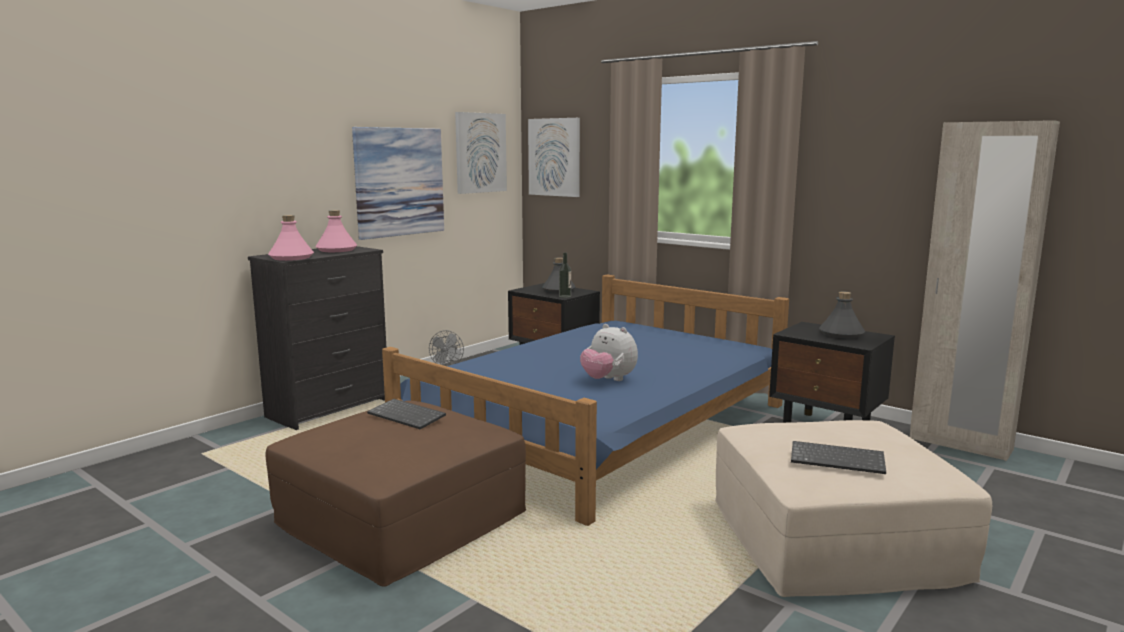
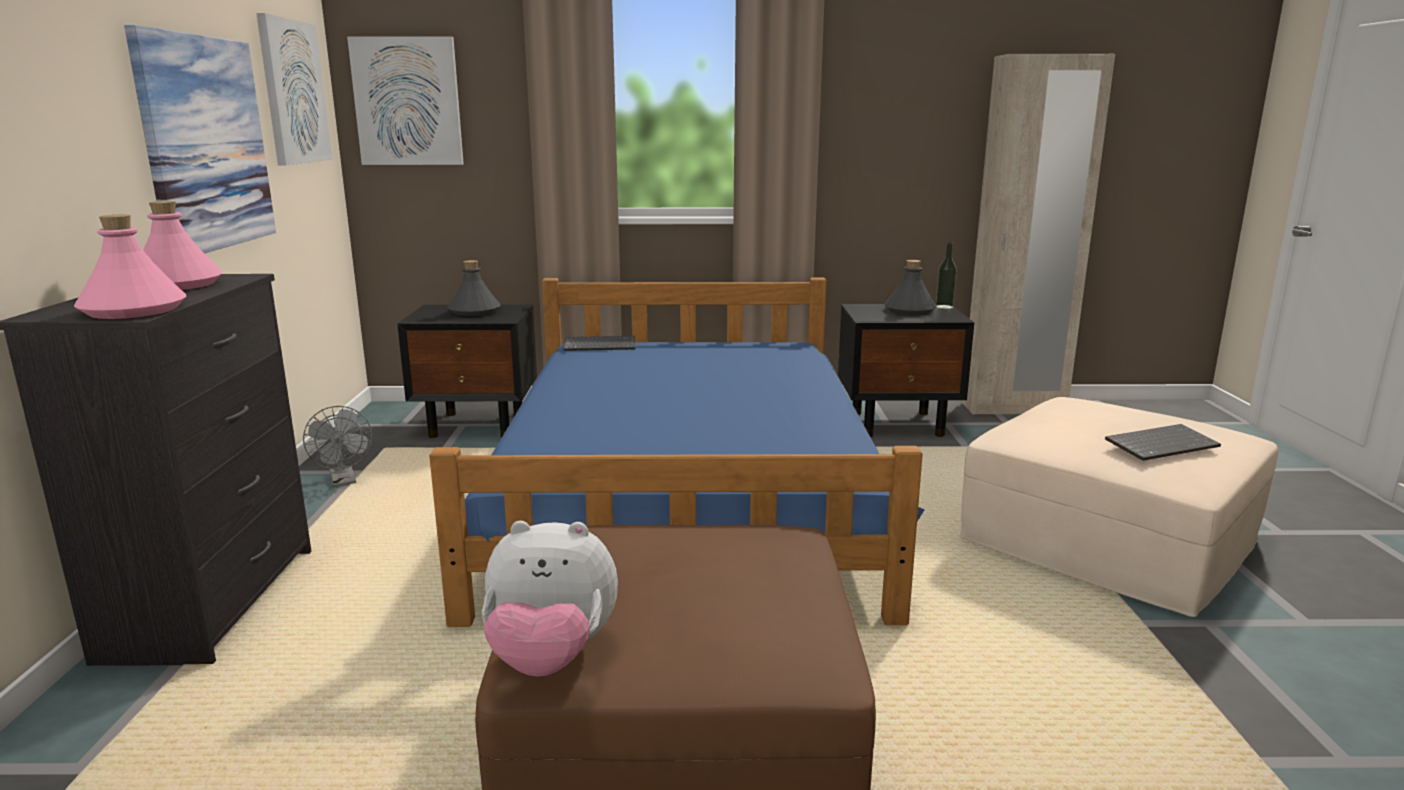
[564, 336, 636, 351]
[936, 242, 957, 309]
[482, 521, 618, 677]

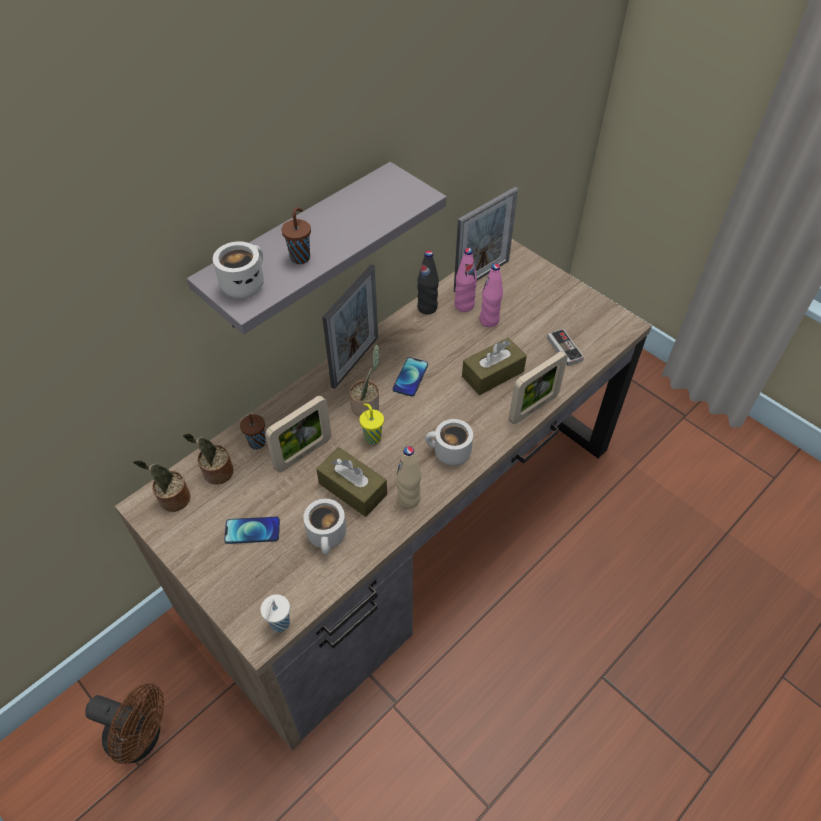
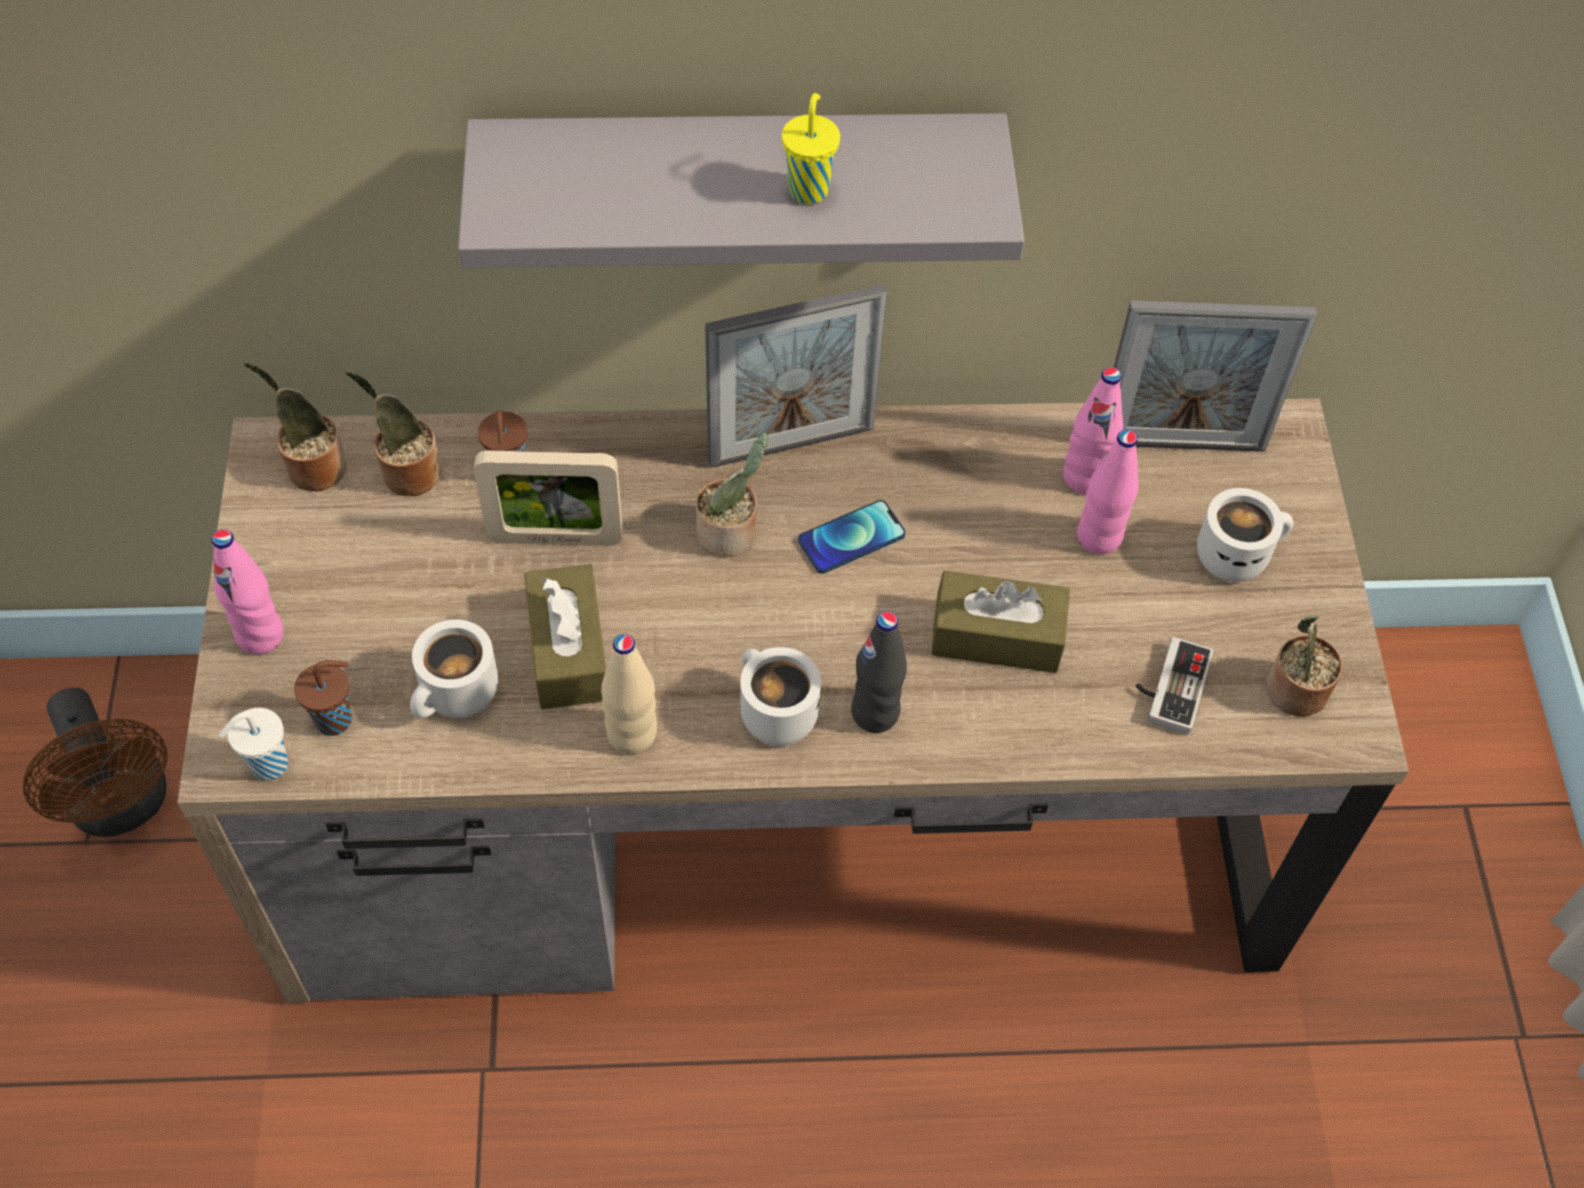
[224, 517, 280, 544] (first image)
[509, 351, 568, 424] (first image)
[212, 529, 284, 655]
[1267, 615, 1343, 717]
[1197, 488, 1293, 582]
[294, 660, 352, 736]
[782, 93, 840, 204]
[851, 611, 907, 733]

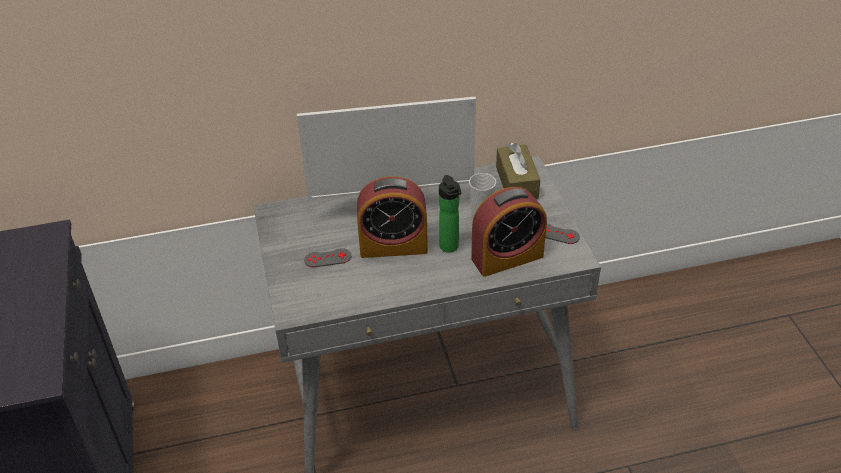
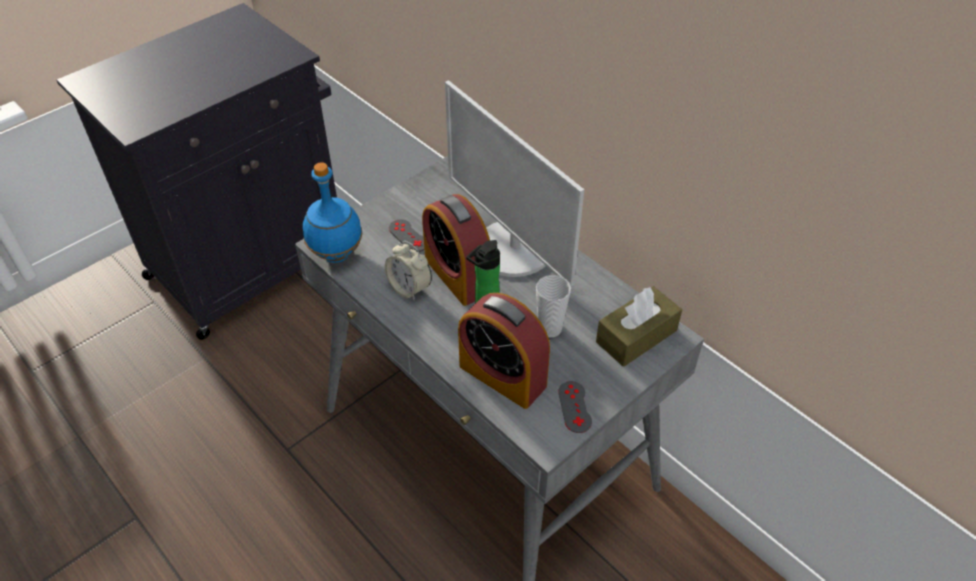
[303, 162, 362, 263]
[385, 241, 432, 301]

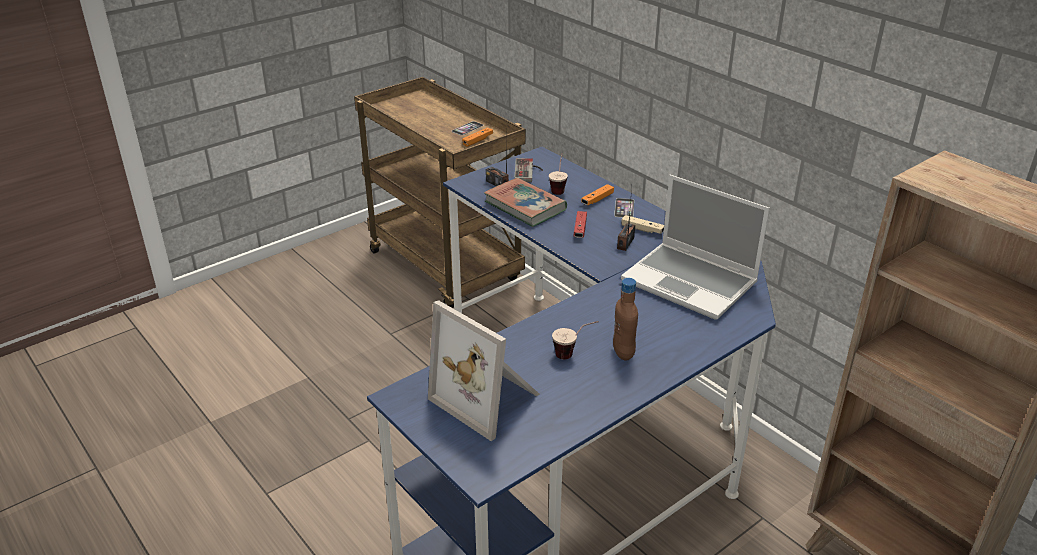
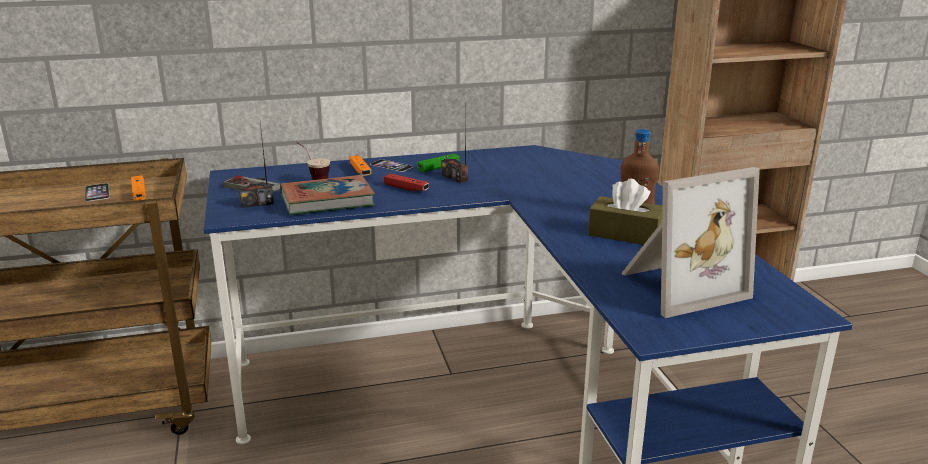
[621, 175, 770, 320] (first image)
[588, 179, 663, 245]
[417, 154, 460, 173]

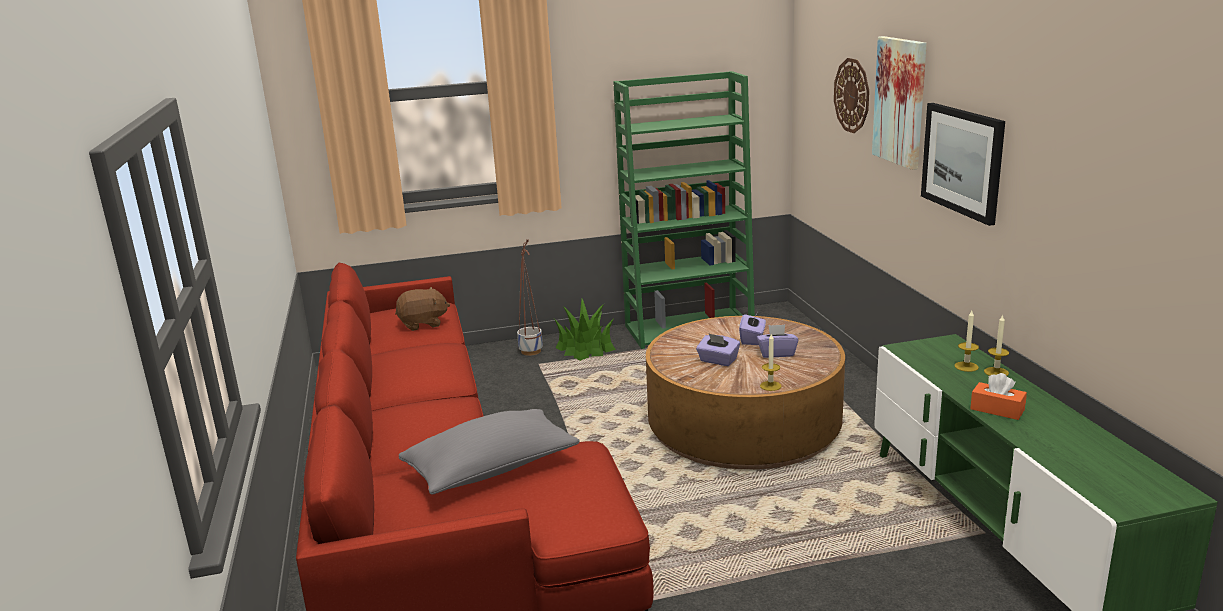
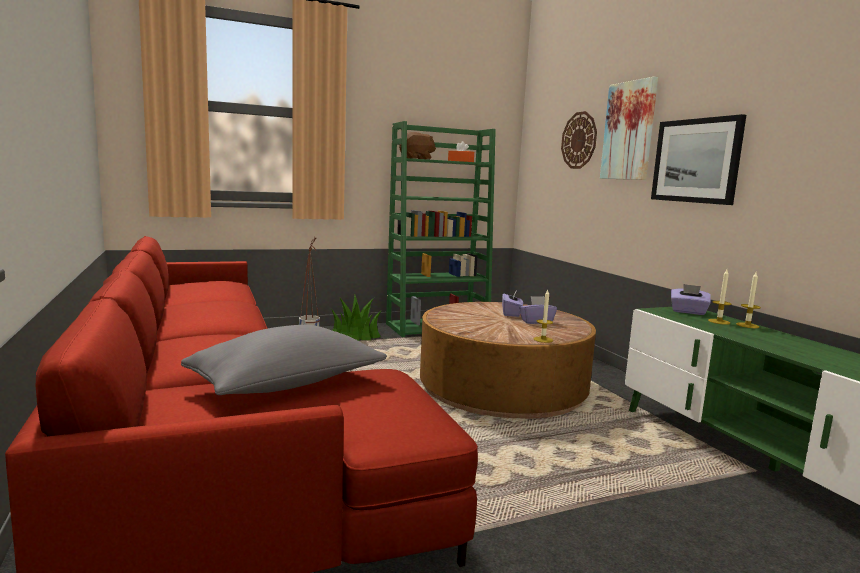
[399, 132, 436, 160]
[671, 284, 711, 315]
[448, 141, 474, 162]

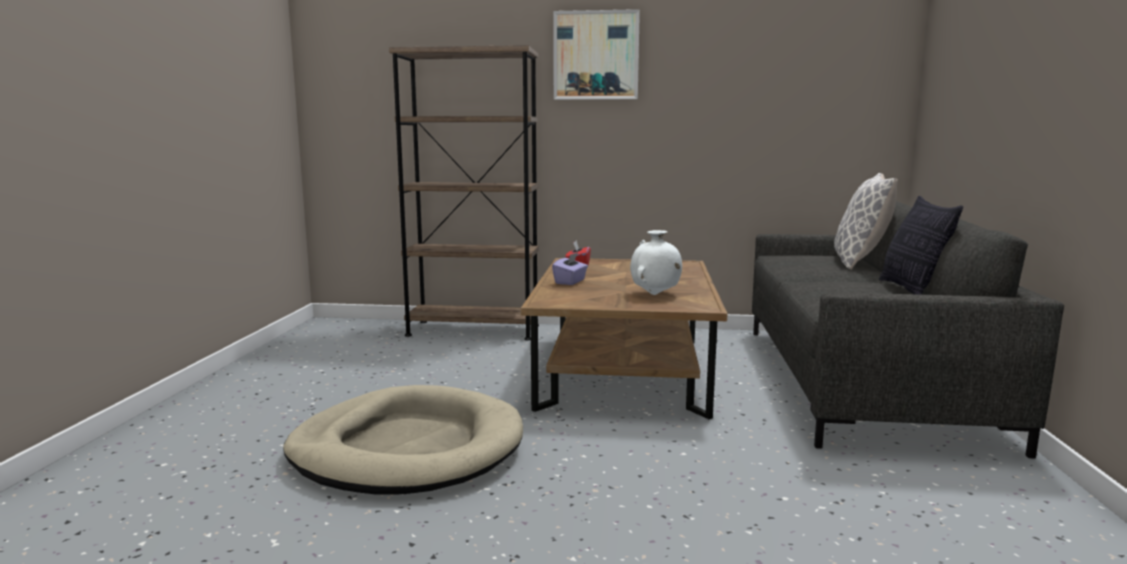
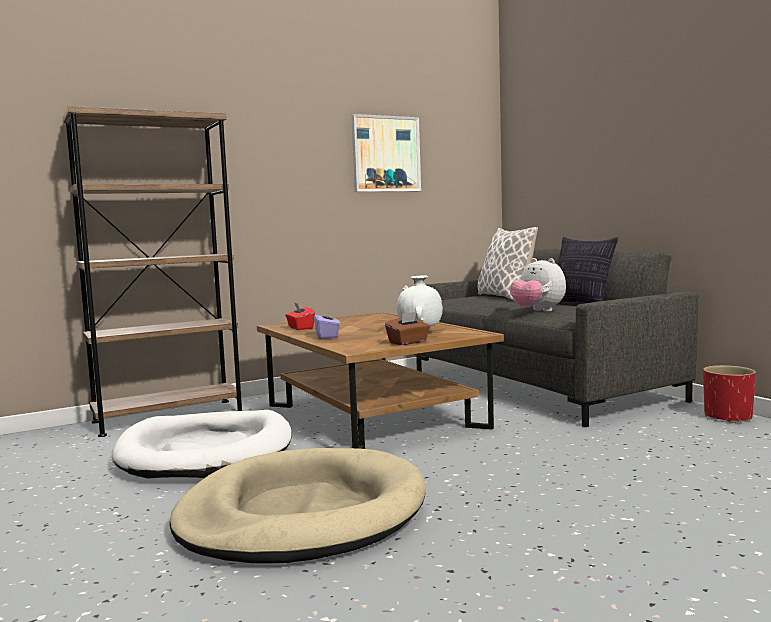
[112, 410, 292, 479]
[385, 312, 430, 345]
[510, 258, 566, 312]
[703, 365, 756, 423]
[351, 114, 421, 192]

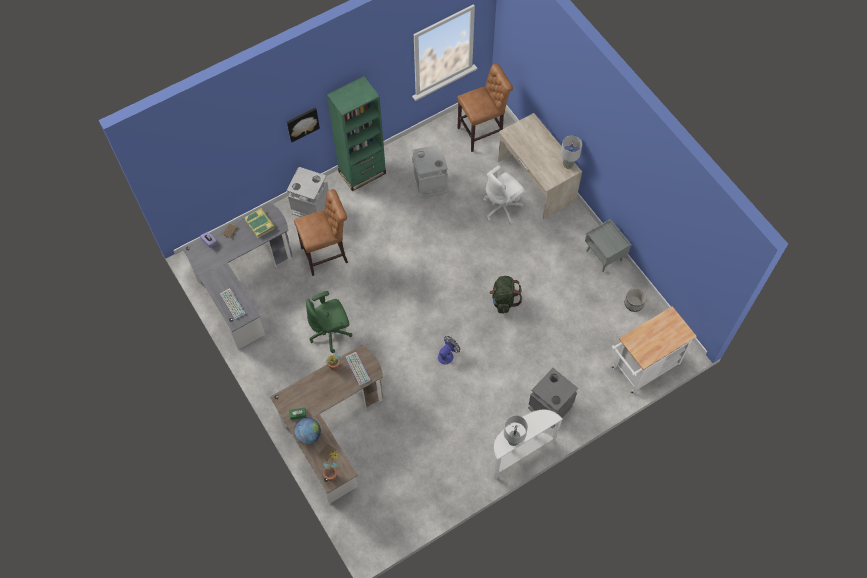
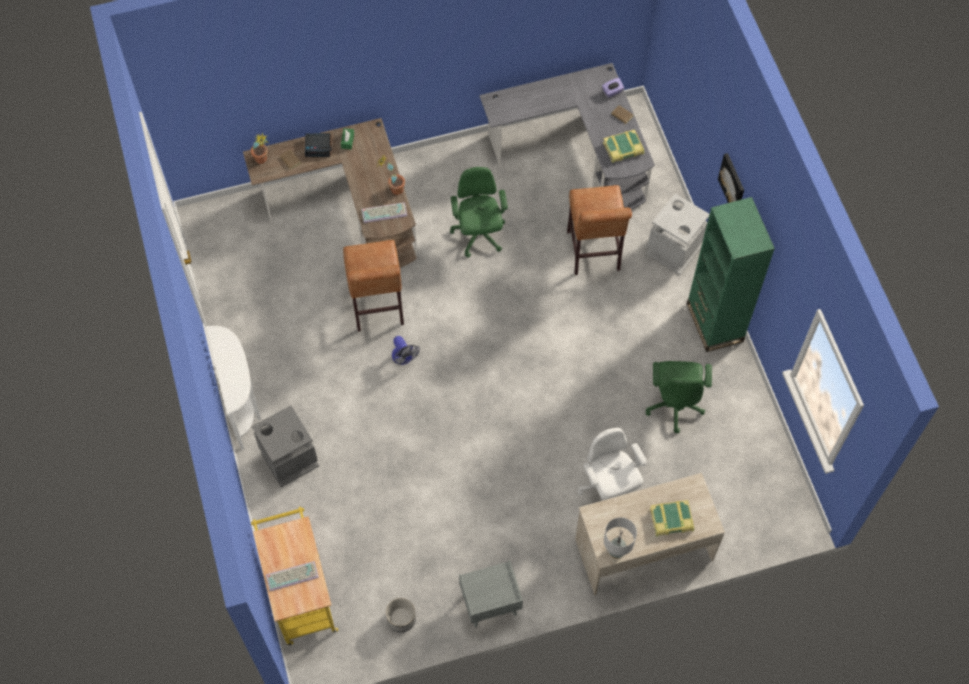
[489, 276, 522, 313] (first image)
[504, 416, 528, 446] (first image)
[650, 500, 694, 537]
[266, 561, 319, 591]
[343, 240, 404, 332]
[305, 133, 332, 157]
[646, 361, 712, 433]
[251, 507, 338, 645]

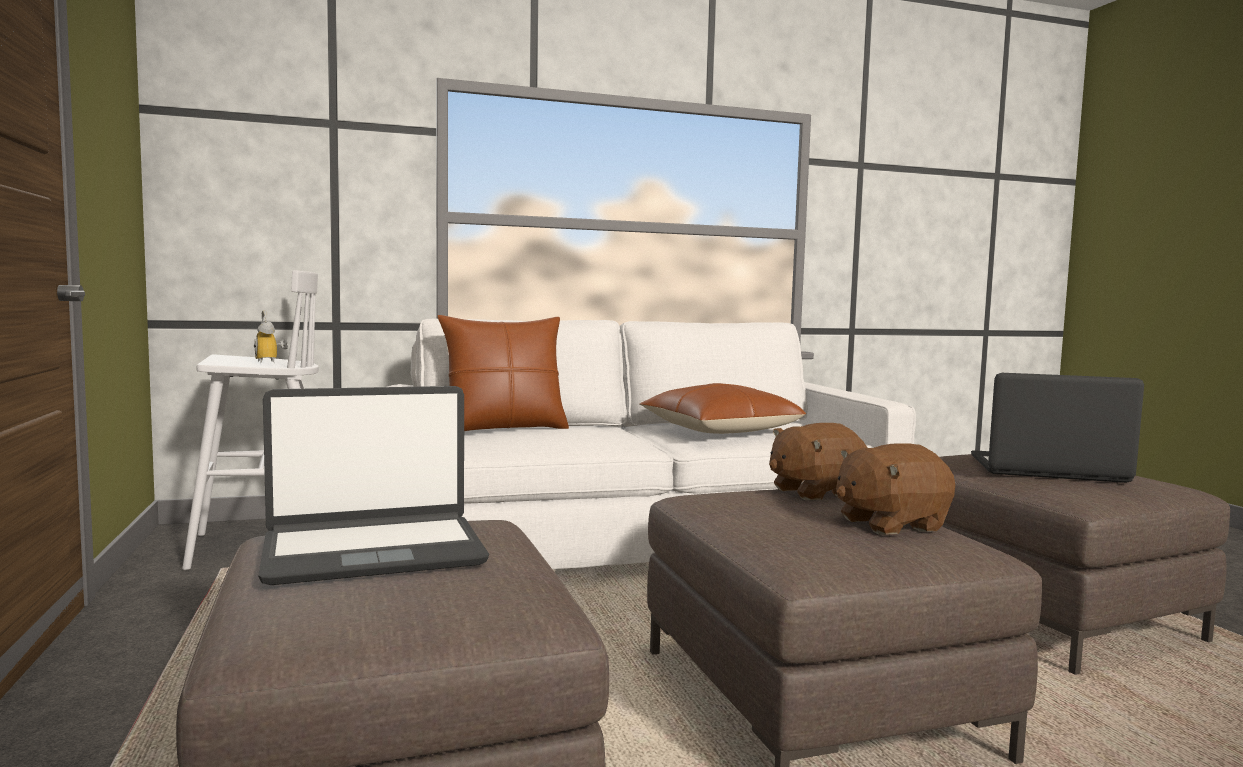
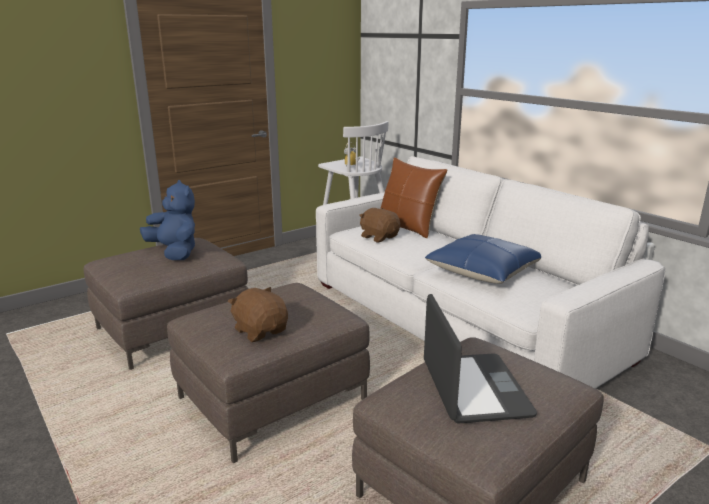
[359, 208, 400, 242]
[140, 180, 195, 260]
[425, 234, 541, 284]

